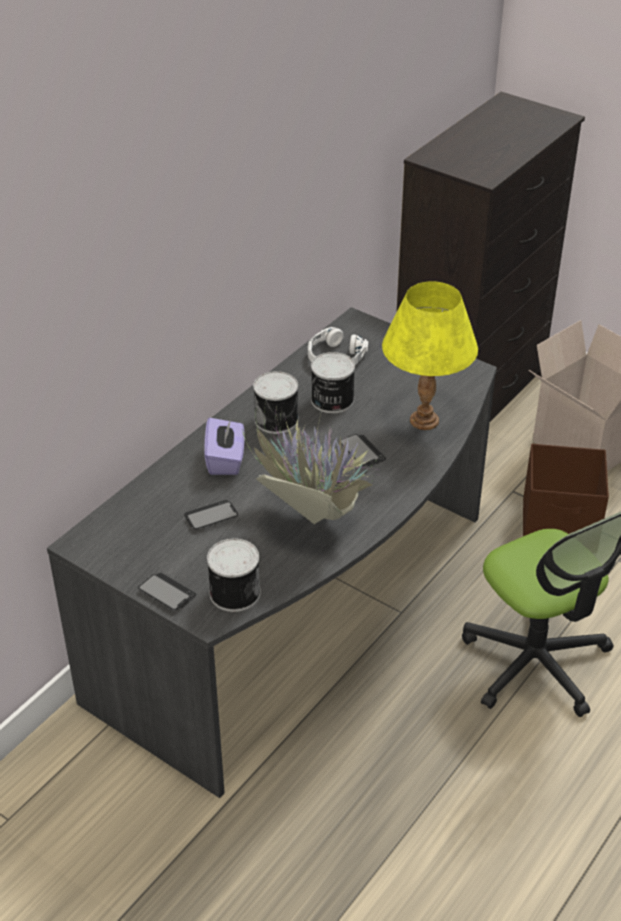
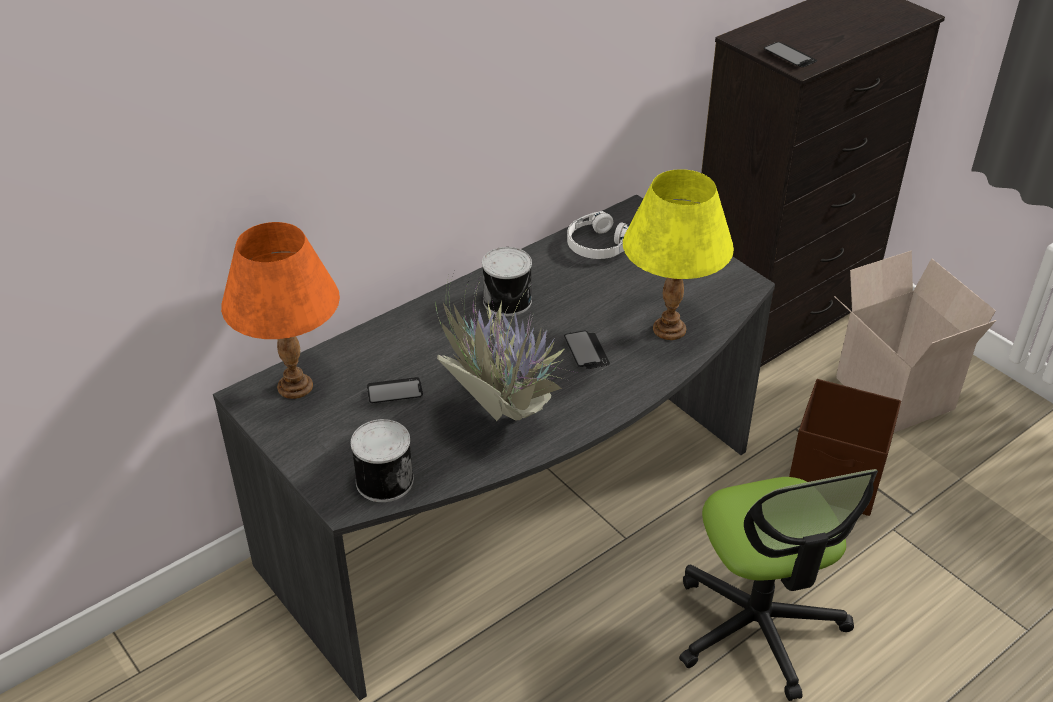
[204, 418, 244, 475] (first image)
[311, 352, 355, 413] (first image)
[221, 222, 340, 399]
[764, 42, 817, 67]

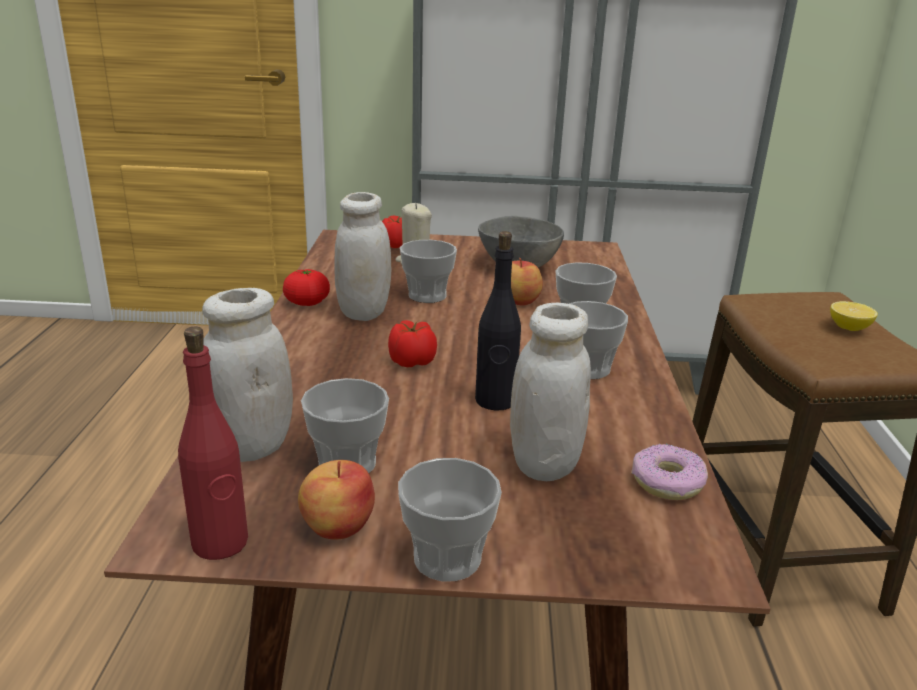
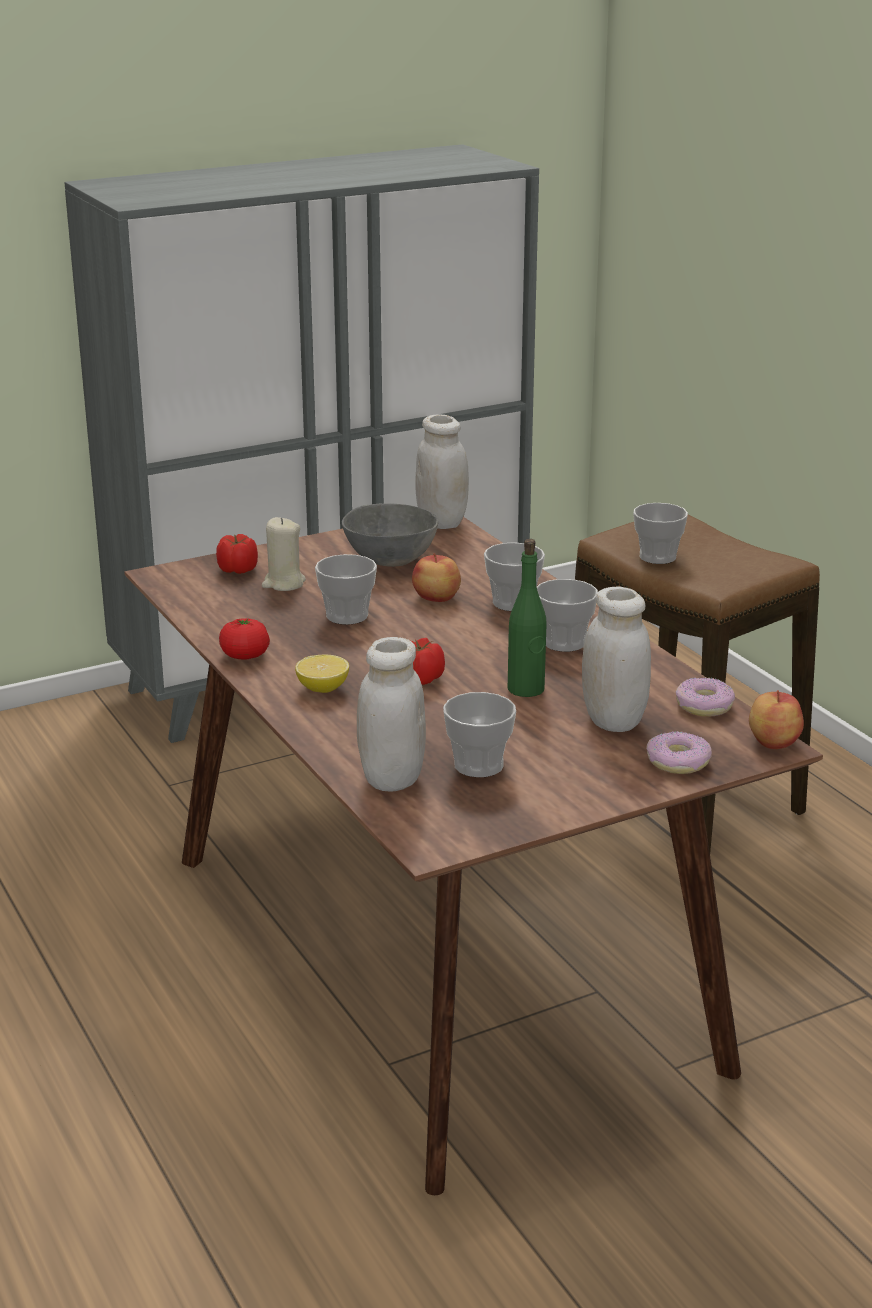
[178, 327, 248, 560] (first image)
[646, 731, 712, 774]
[749, 690, 804, 749]
[415, 414, 469, 529]
[633, 503, 688, 564]
[295, 654, 349, 693]
[508, 539, 547, 697]

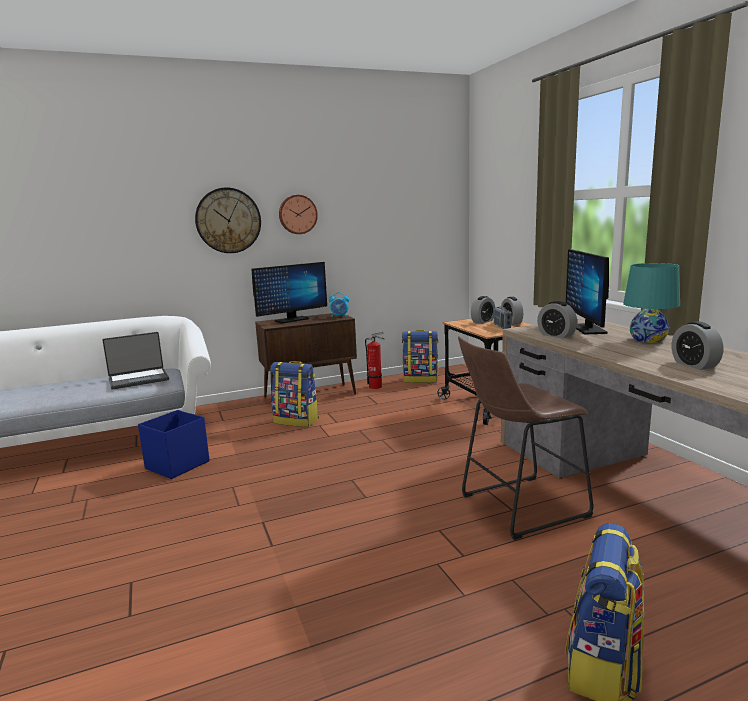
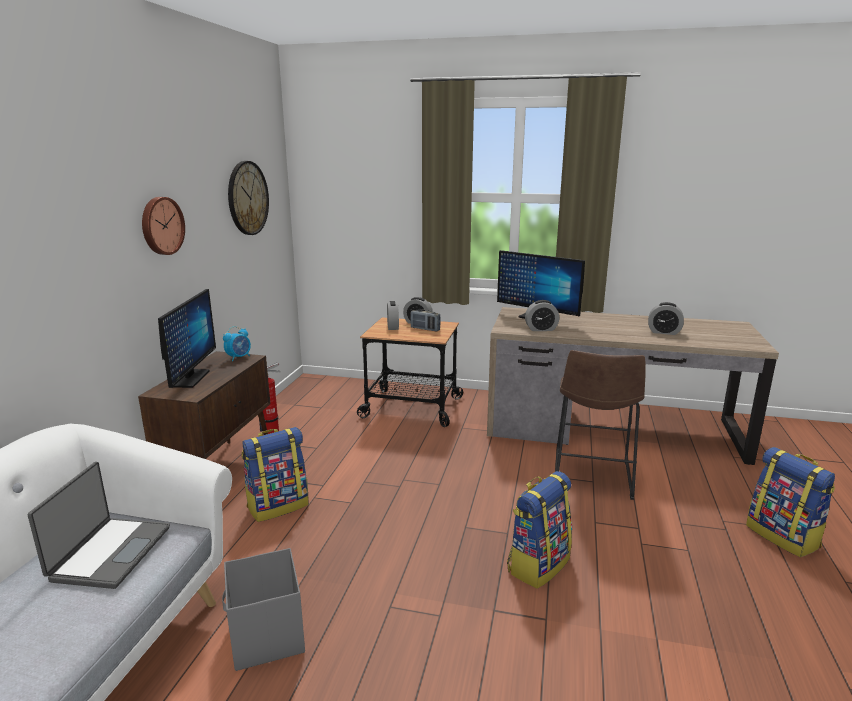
[623, 263, 680, 343] (first image)
[228, 161, 269, 235]
[507, 471, 572, 589]
[222, 548, 305, 671]

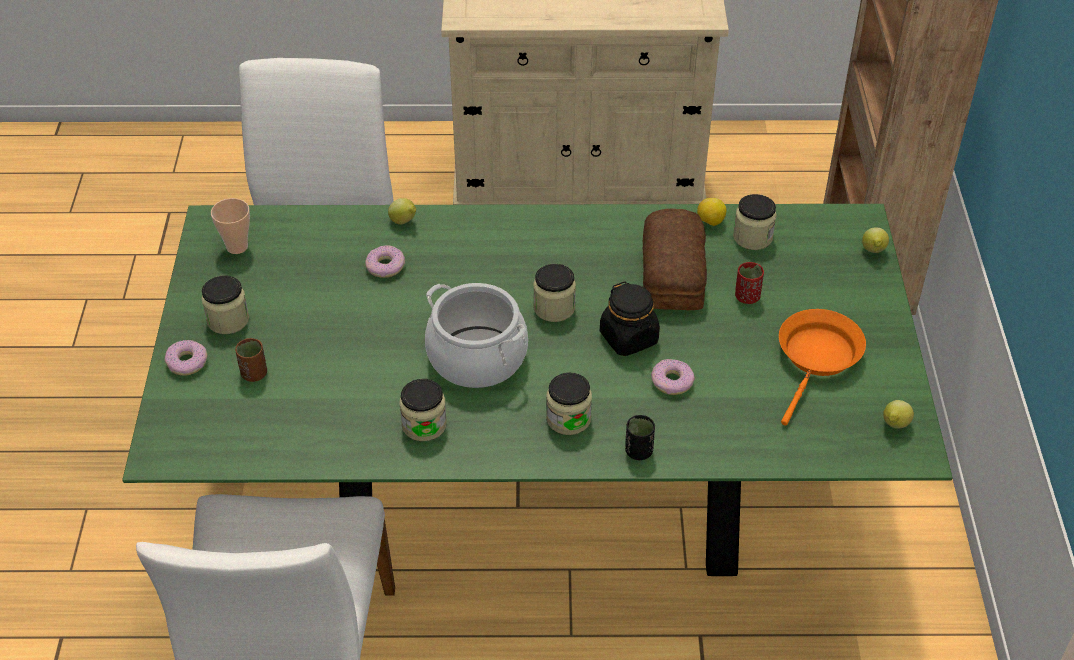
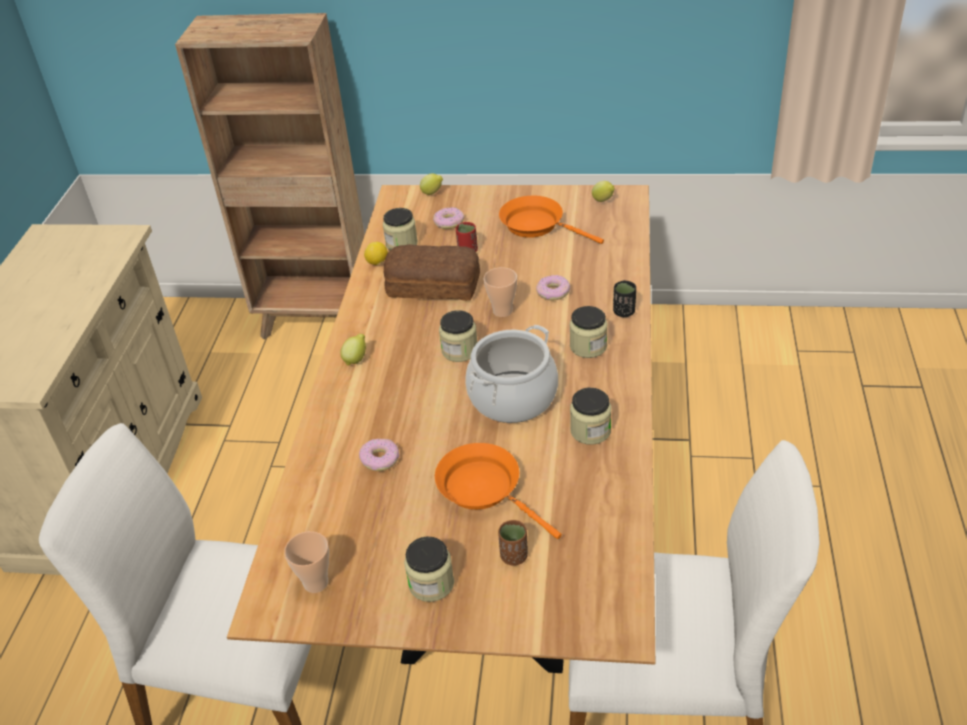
[435, 443, 562, 539]
[433, 207, 464, 229]
[340, 334, 366, 366]
[484, 267, 517, 317]
[227, 185, 655, 673]

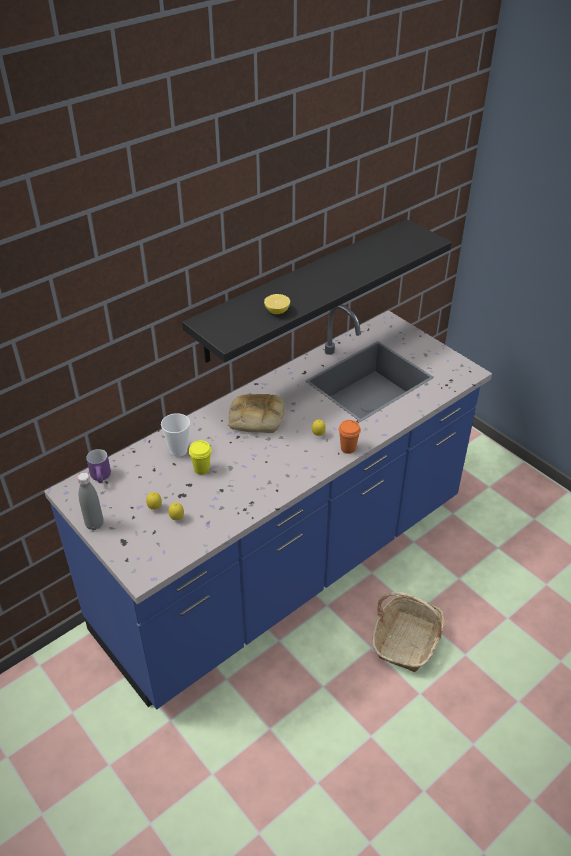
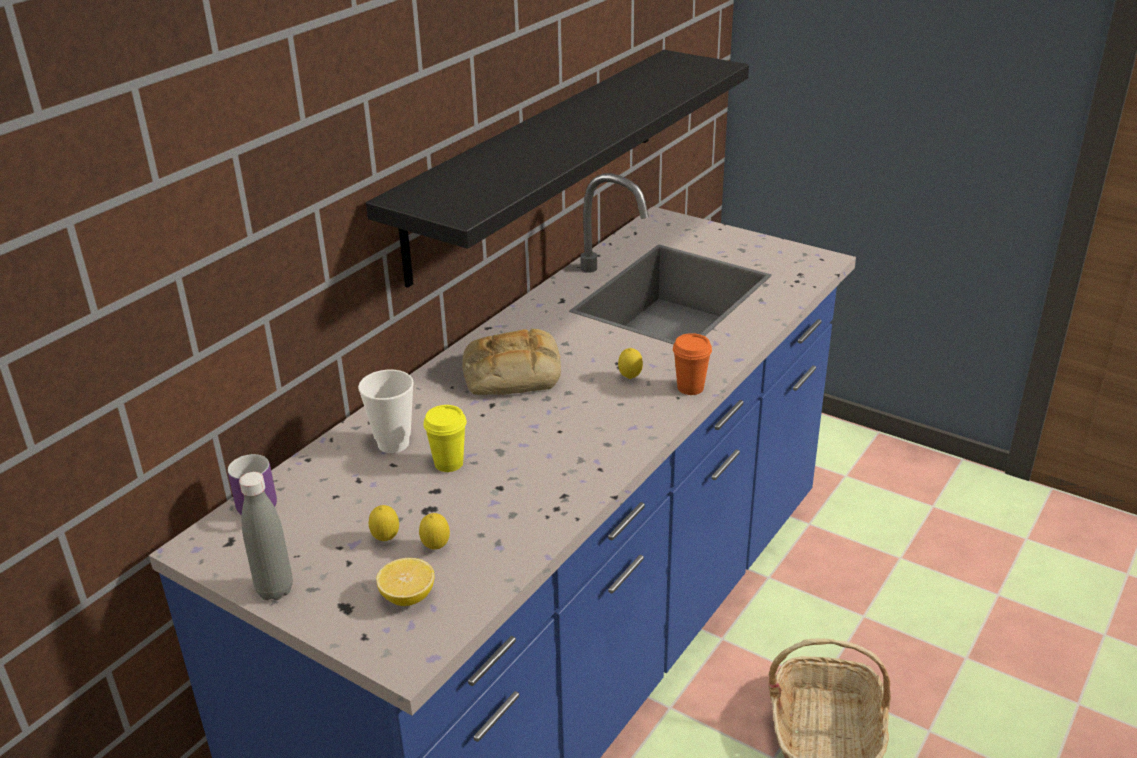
[376, 558, 435, 606]

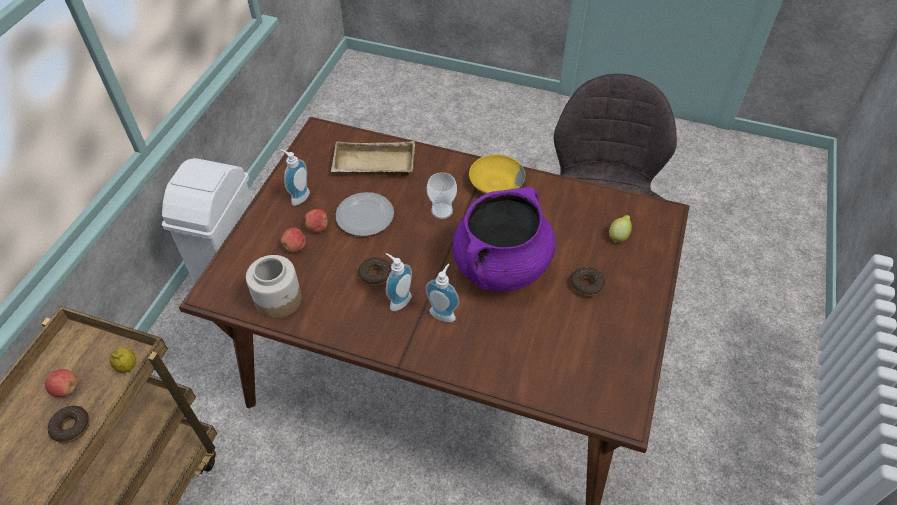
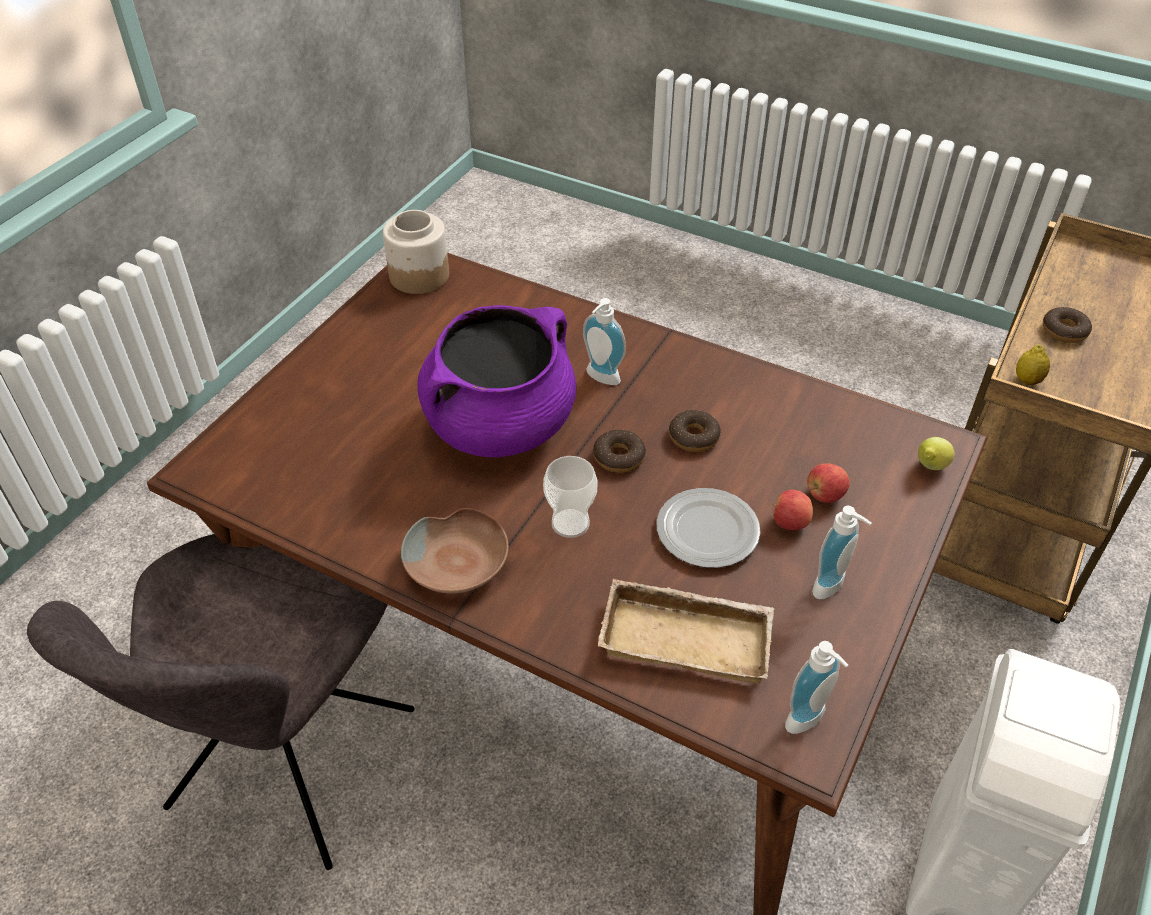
[45, 369, 77, 397] (first image)
[383, 210, 449, 294]
[785, 641, 848, 734]
[593, 429, 646, 473]
[918, 437, 955, 470]
[401, 508, 509, 594]

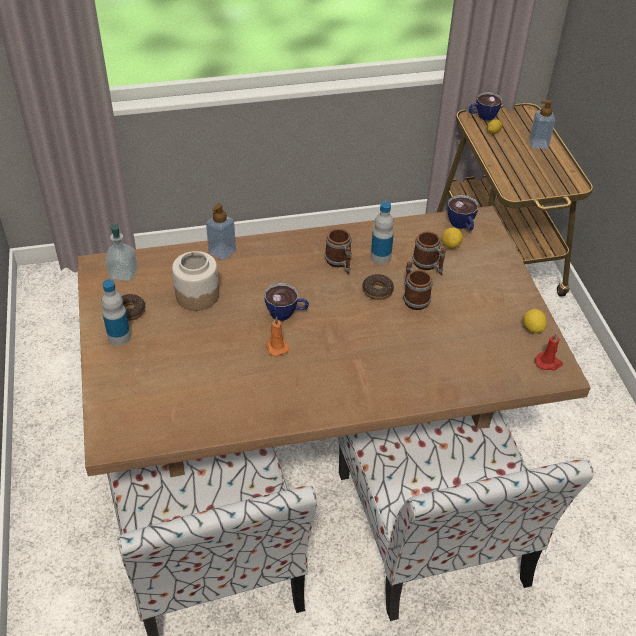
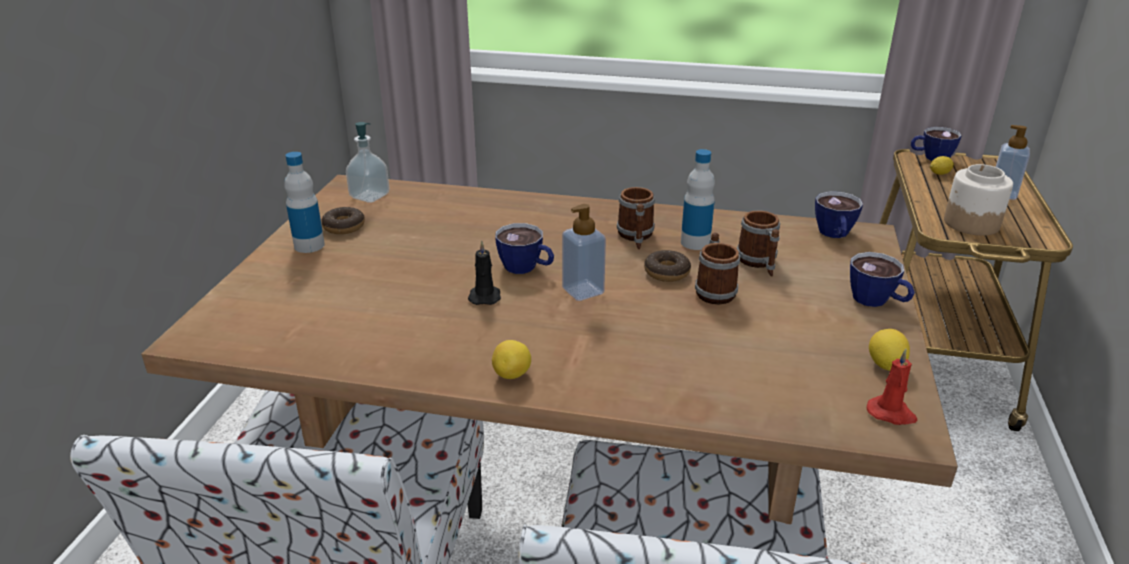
[850, 252, 915, 307]
[944, 164, 1013, 236]
[562, 204, 606, 301]
[492, 340, 531, 379]
[468, 241, 501, 305]

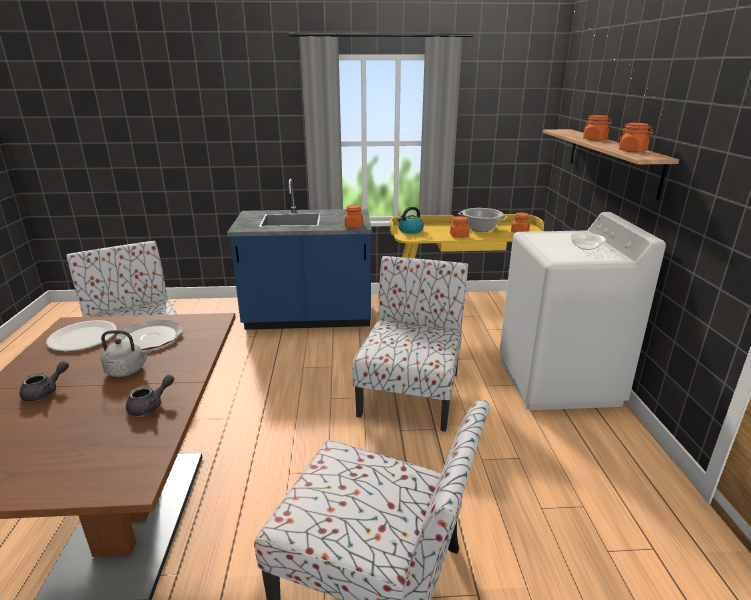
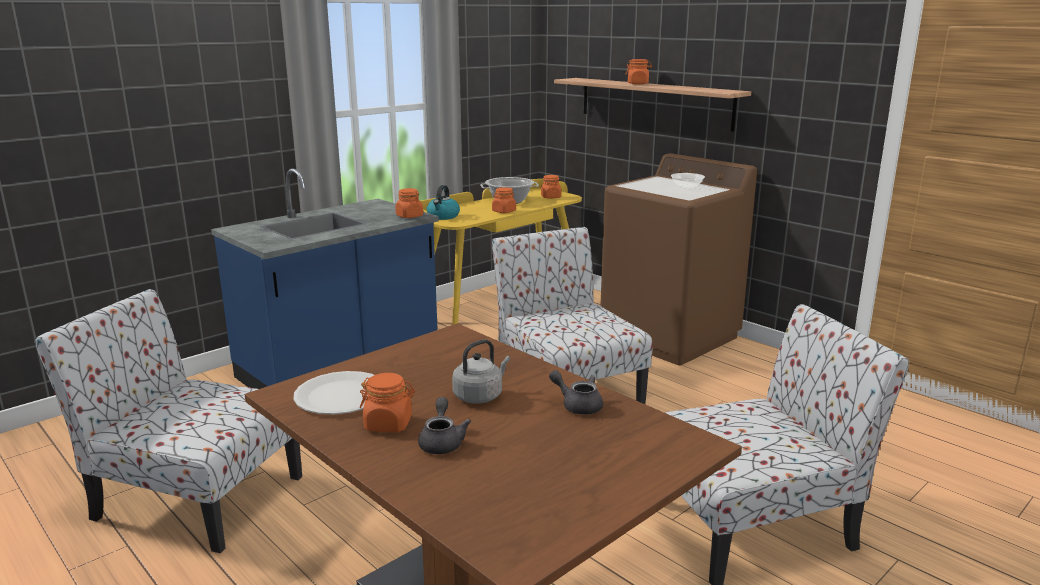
[117, 319, 183, 350] (first image)
[360, 373, 415, 432]
[600, 153, 757, 365]
[549, 370, 603, 415]

